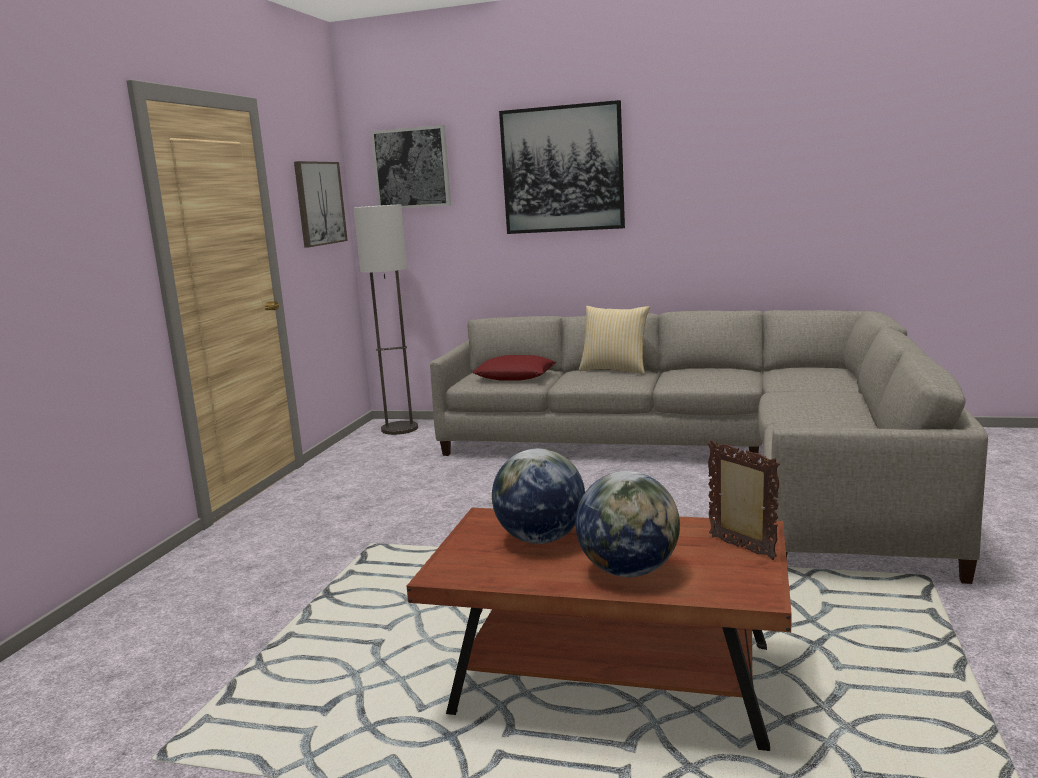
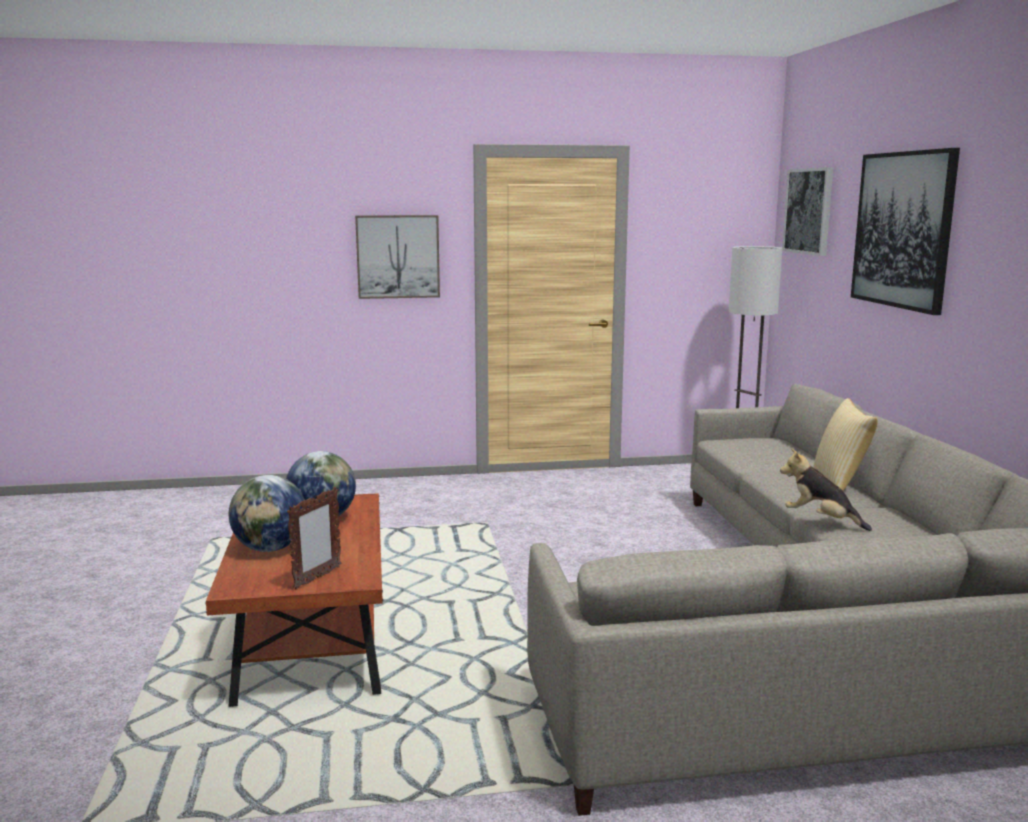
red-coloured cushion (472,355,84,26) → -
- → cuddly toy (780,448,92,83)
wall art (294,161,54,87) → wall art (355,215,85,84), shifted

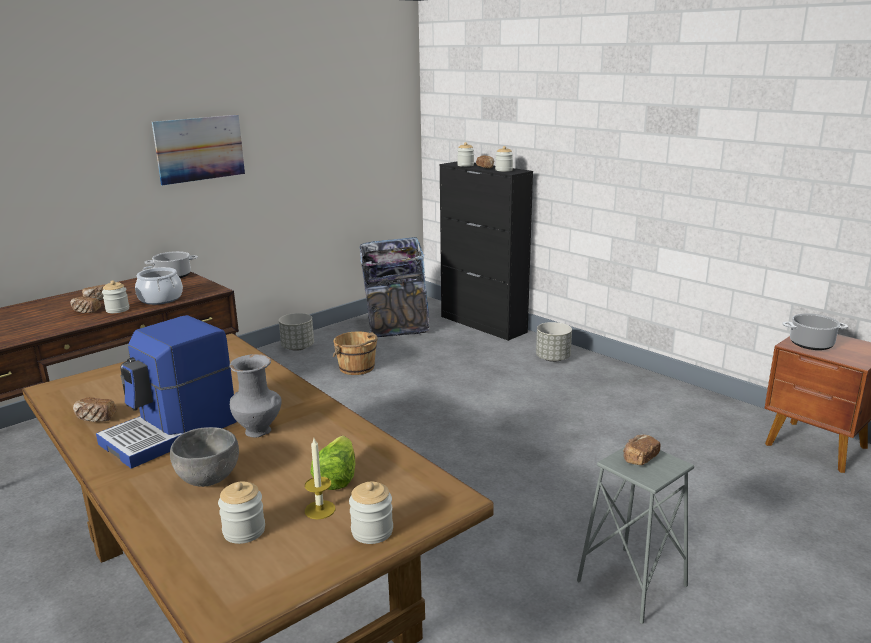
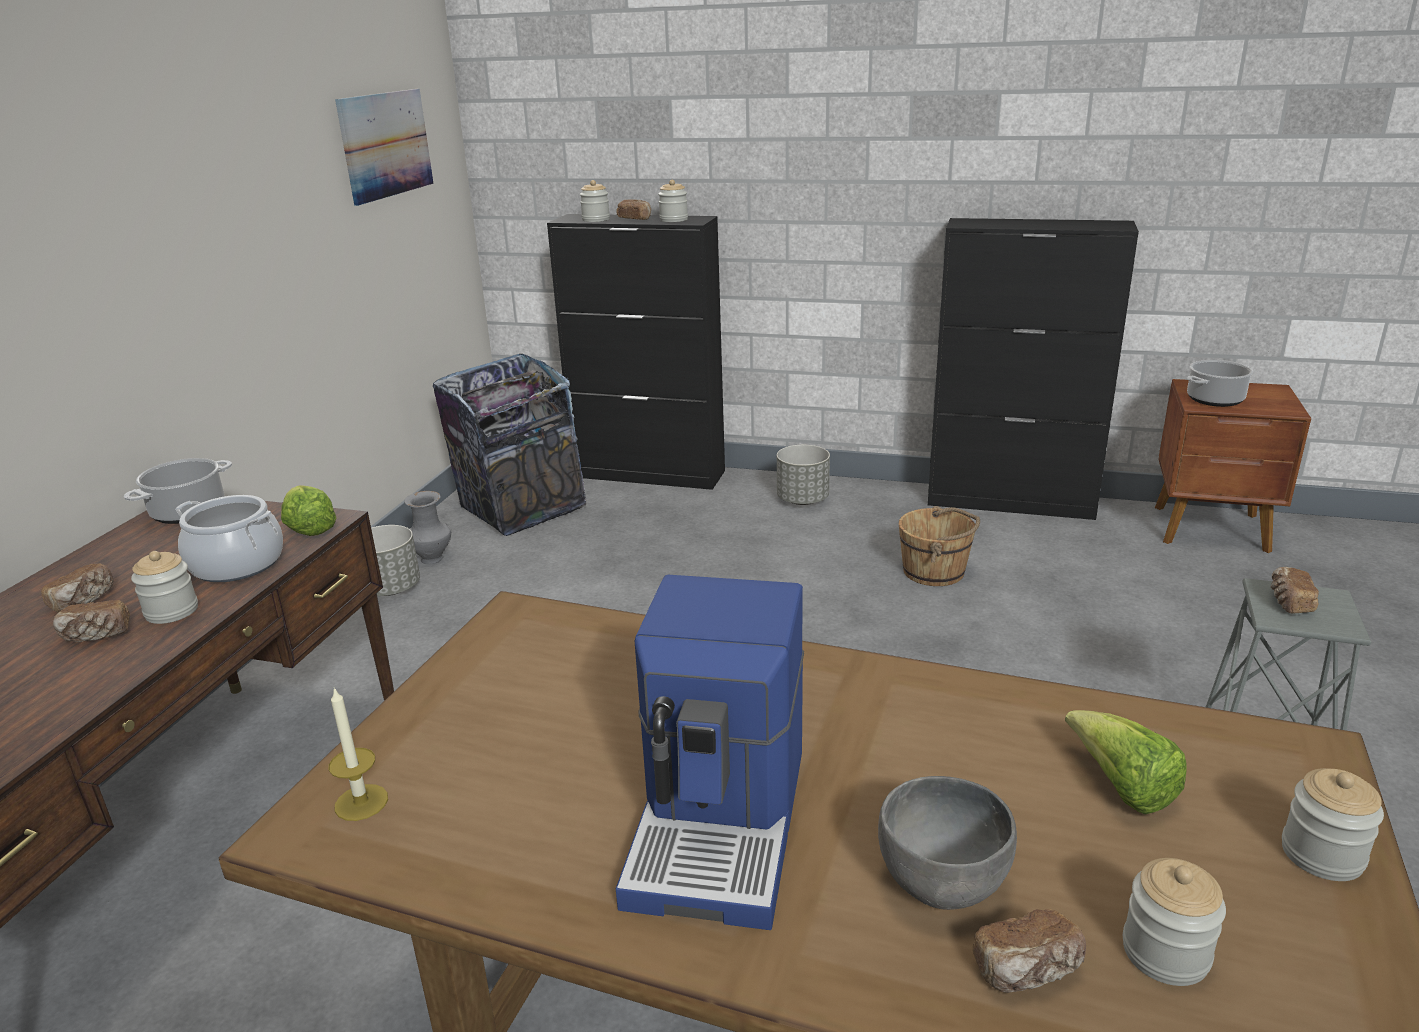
- → lettuce head (281,485,56,51)
- → black-coloured cabinet (928,218,211,302)
bakery bread (73,397,44,25) → bakery bread (973,909,113,84), shifted
wall art (152,115,93,70) → wall art (335,89,99,117), shifted
gray vase (229,354,53,83) → gray vase (404,491,47,73), shifted
candle (305,438,31,82) → candle (329,688,59,133), shifted
brown-coloured bucket (333,331,44,44) → brown-coloured bucket (899,506,81,80), shifted

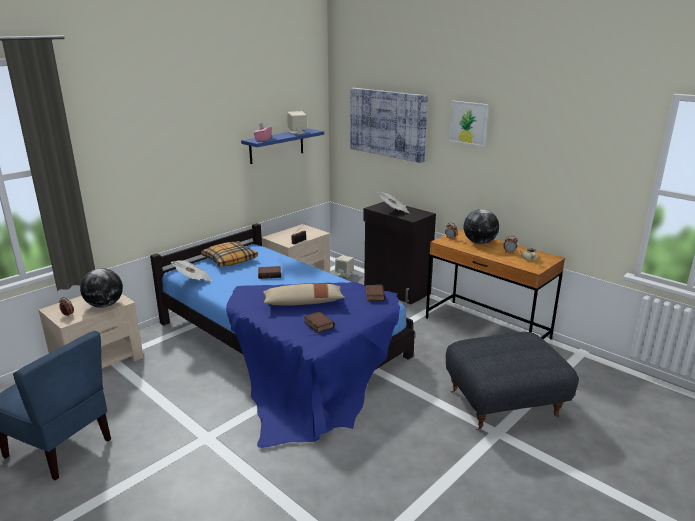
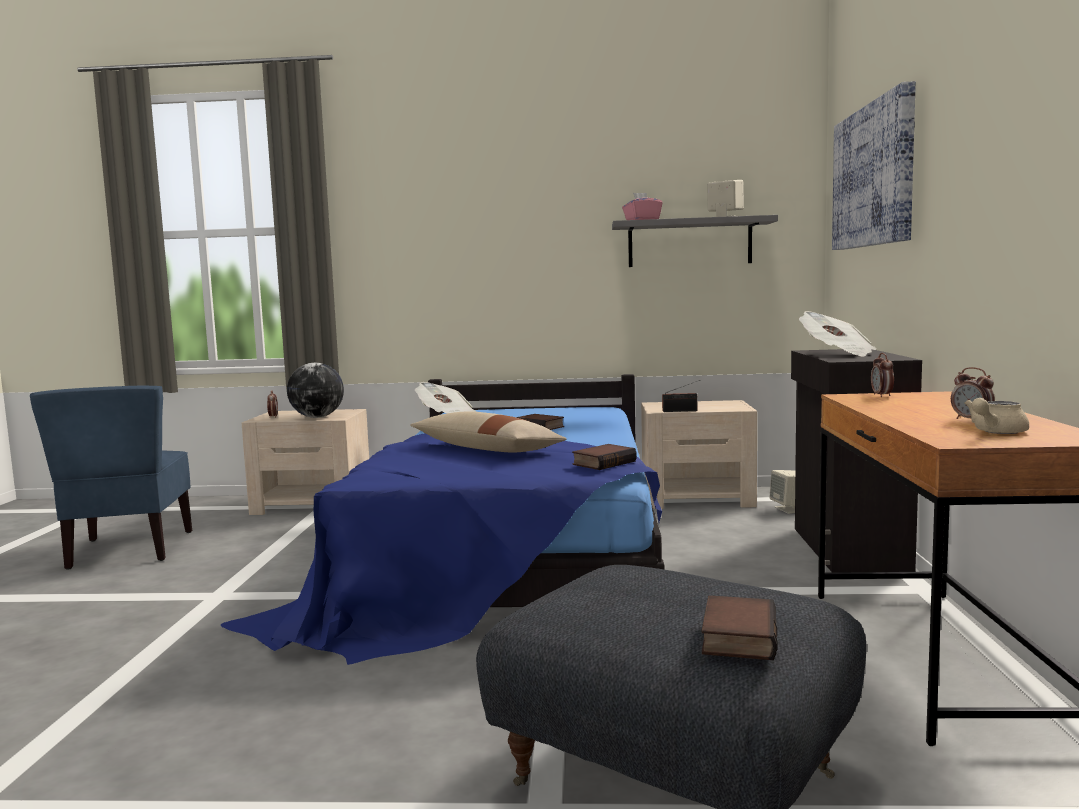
cushion (201,241,57,26) → -
wall art (449,101,40,46) → -
world globe (464,209,35,35) → -
volume (304,311,31,22) → volume (702,595,76,65), shifted
blue shelf (241,129,83,35) → gray shelf (612,215,166,52)

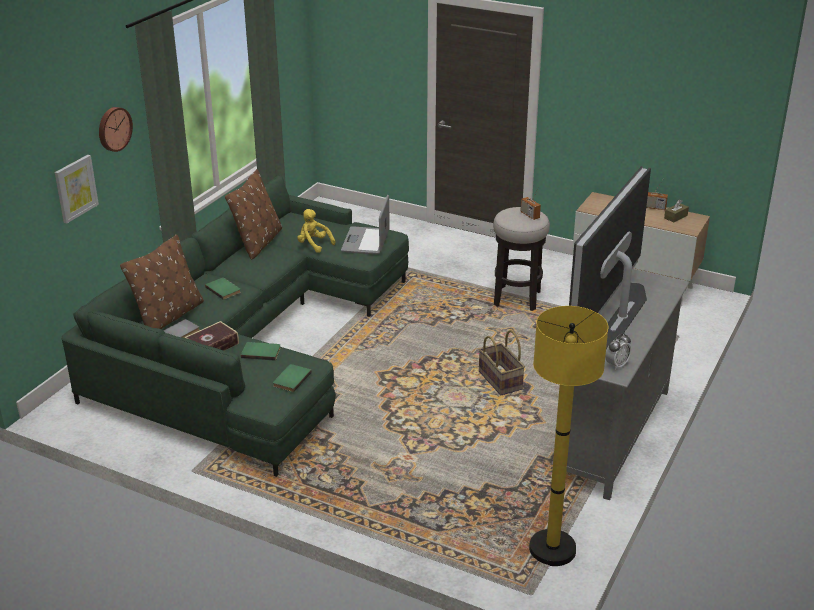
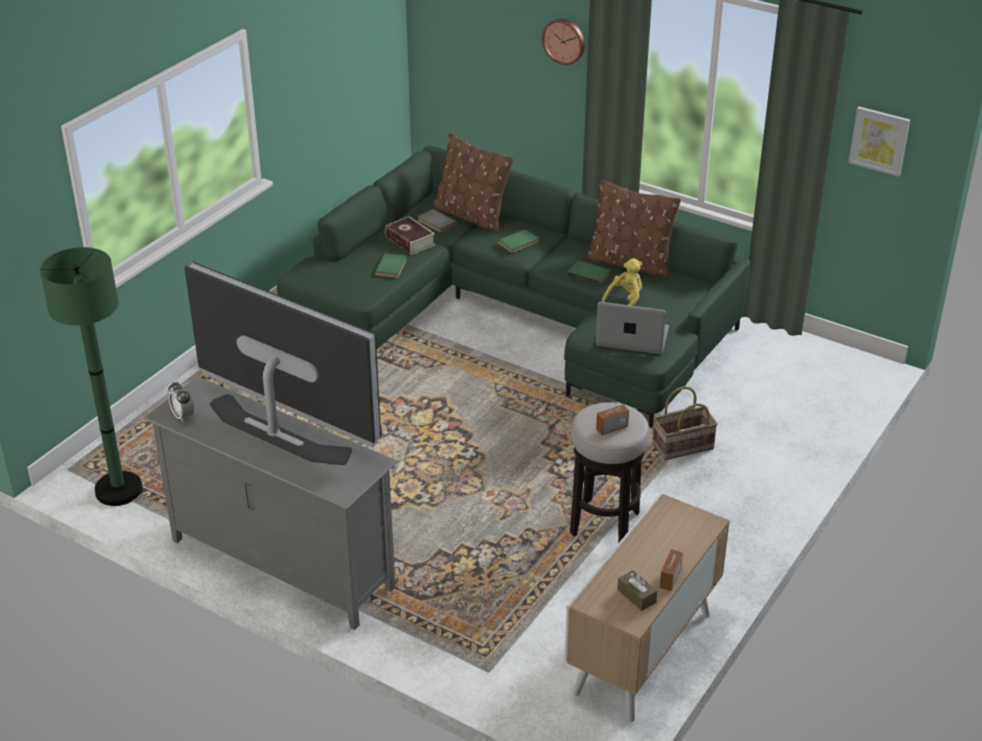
wall art (55,155,44,69) → wall art (848,107,62,70), shifted
green volume (273,364,39,28) → green volume (567,261,43,24), shifted
basket (479,330,46,65) → basket (652,386,66,74), shifted
yellow-coloured standard lamp (529,306,79,260) → green standard lamp (40,247,103,259)

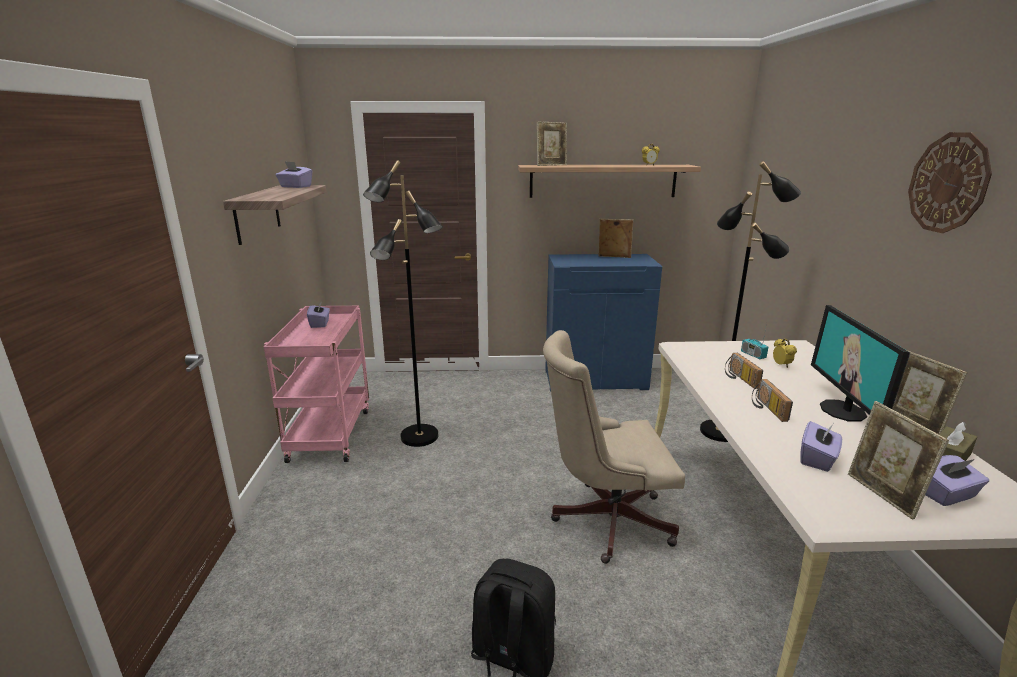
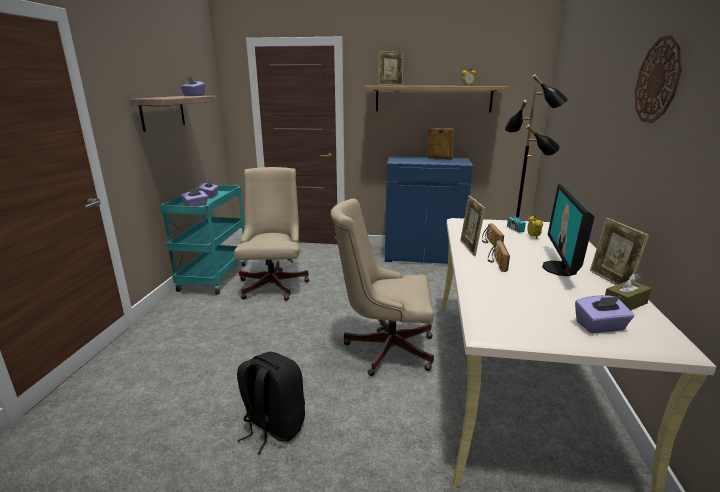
purple-coloured tissue holder (800,421,42,51) → purple-coloured tissue holder (181,188,27,19), shifted
standing frame (848,401,101,119) → standing frame (460,195,25,61), shifted
black-coloured standard lamp (363,160,80,287) → beige computer chair (234,167,75,134)
pink-coloured wheeled cart (264,306,105,157) → turquoise wheeled cart (160,185,87,110)

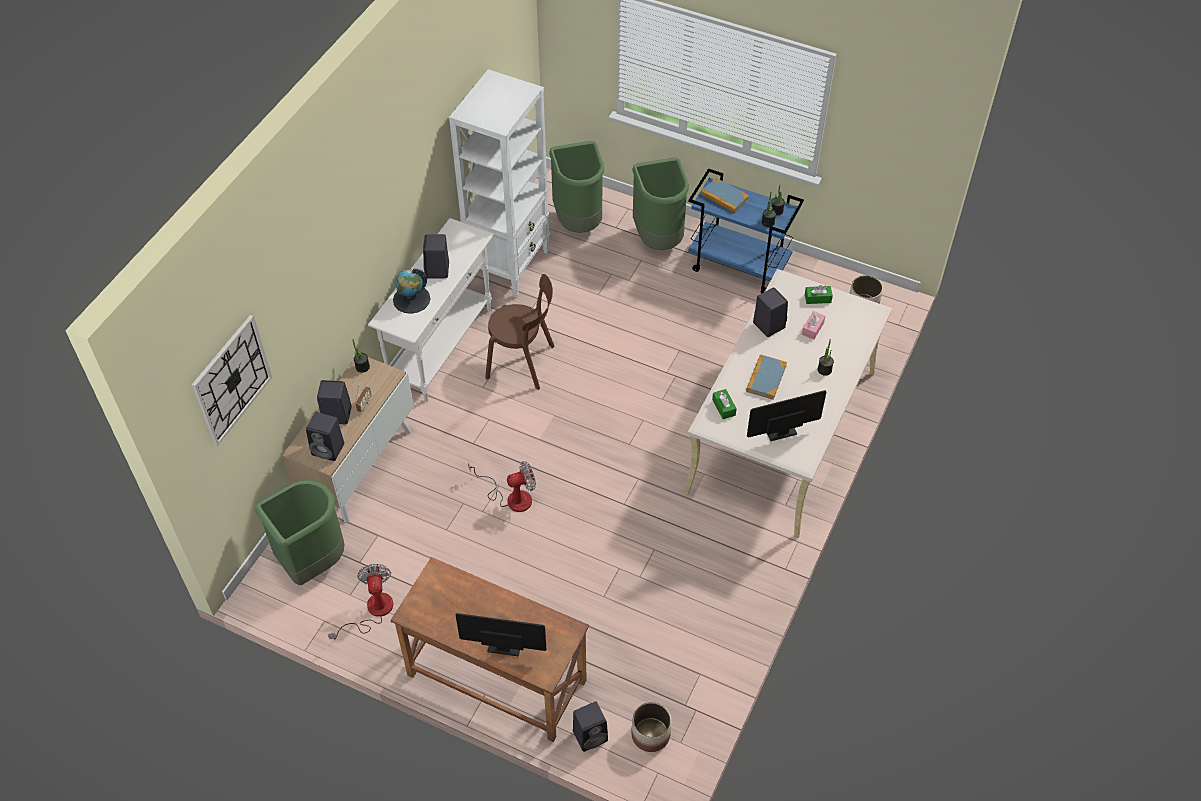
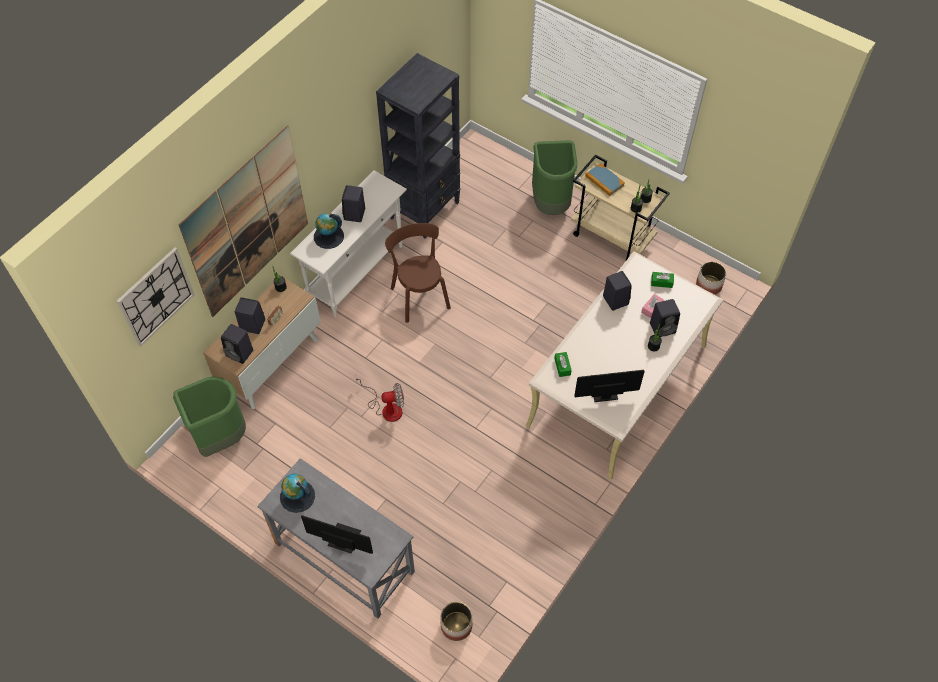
fan (328,564,65,76) → -
green waste bin (549,141,55,92) → -
volume (746,354,41,46) → -
- → wall art (179,126,129,191)
- → world globe (280,474,35,39)
black-coloured speaker (573,701,35,51) → black-coloured speaker (650,299,30,38), shifted
brown-coloured desk unit (390,557,199,185) → gray desk unit (257,458,158,161)
white-coloured bookshelf (449,69,101,229) → black-coloured bookshelf (376,53,85,185)
blue wheeled cart (688,168,116,126) → beige wheeled cart (571,154,99,108)
brown-coloured chair (485,274,69,116) → brown-coloured chair (385,223,66,100), 135 degrees counterclockwise

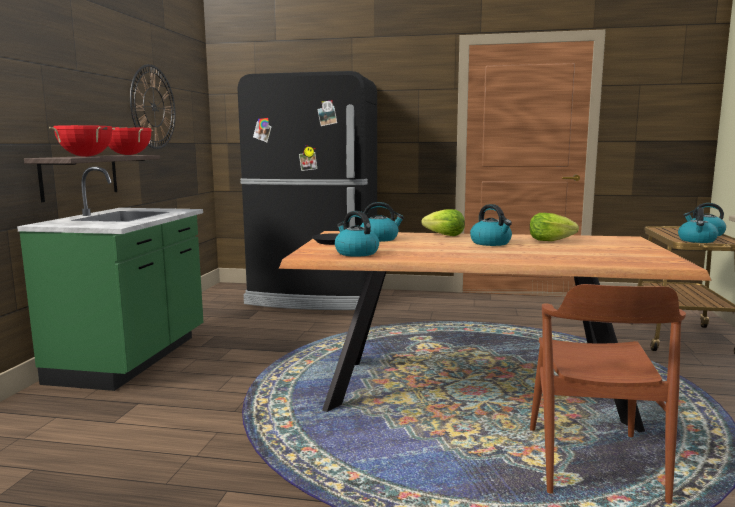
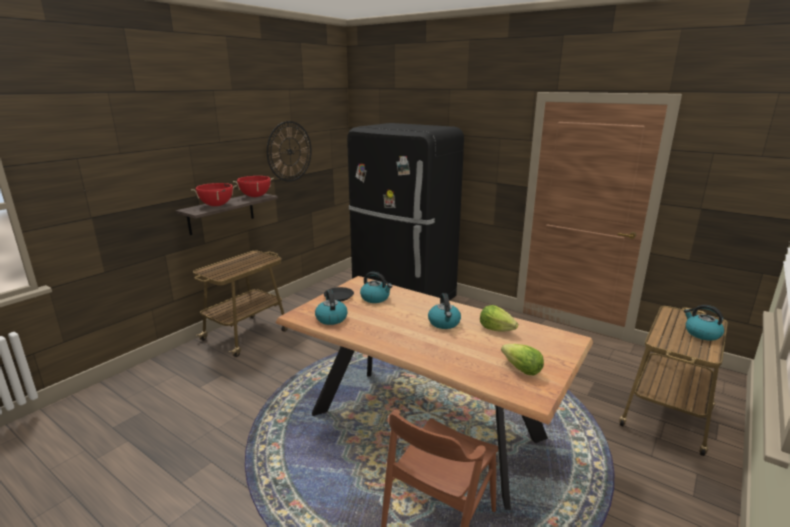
tea kettle (678,207,40,36) → -
lettuce head (421,209,44,27) → lettuce head (501,344,43,31), shifted
green kitchen counter (17,167,186,224) → wheeled cart (193,251,95,106)

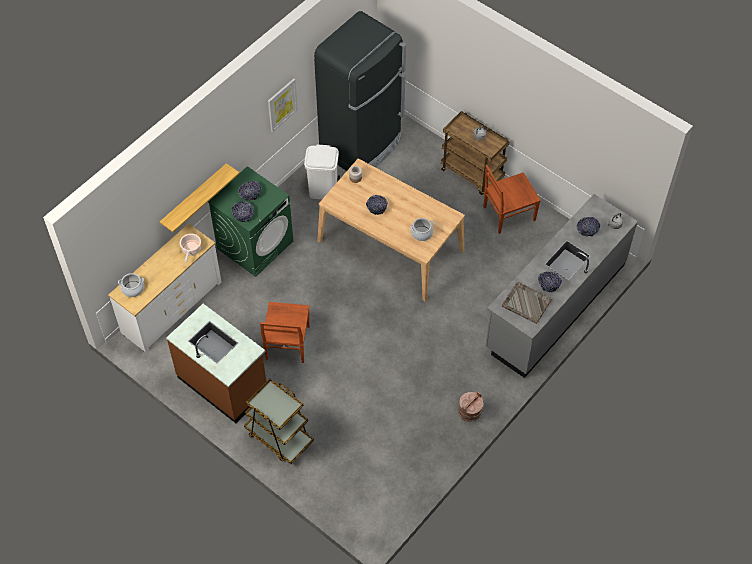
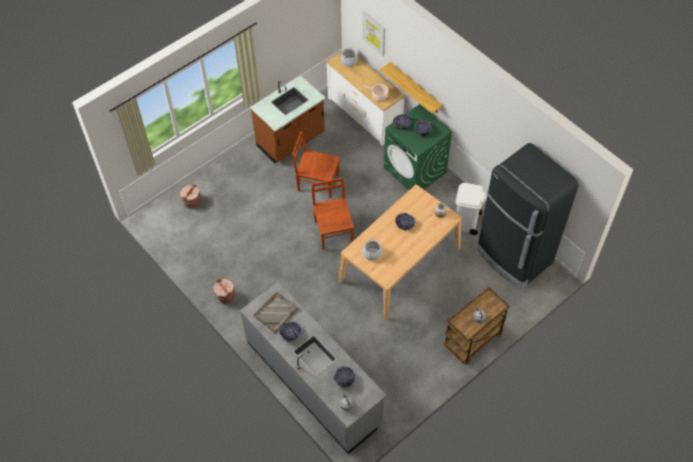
brown-coloured wheeled cart (244,379,70,85) → -
- → brown-coloured bucket (180,184,21,25)
wall art (268,78,30,54) → wall art (362,12,23,45), shifted
brown-coloured chair (483,165,58,69) → brown-coloured chair (312,177,42,73), shifted

